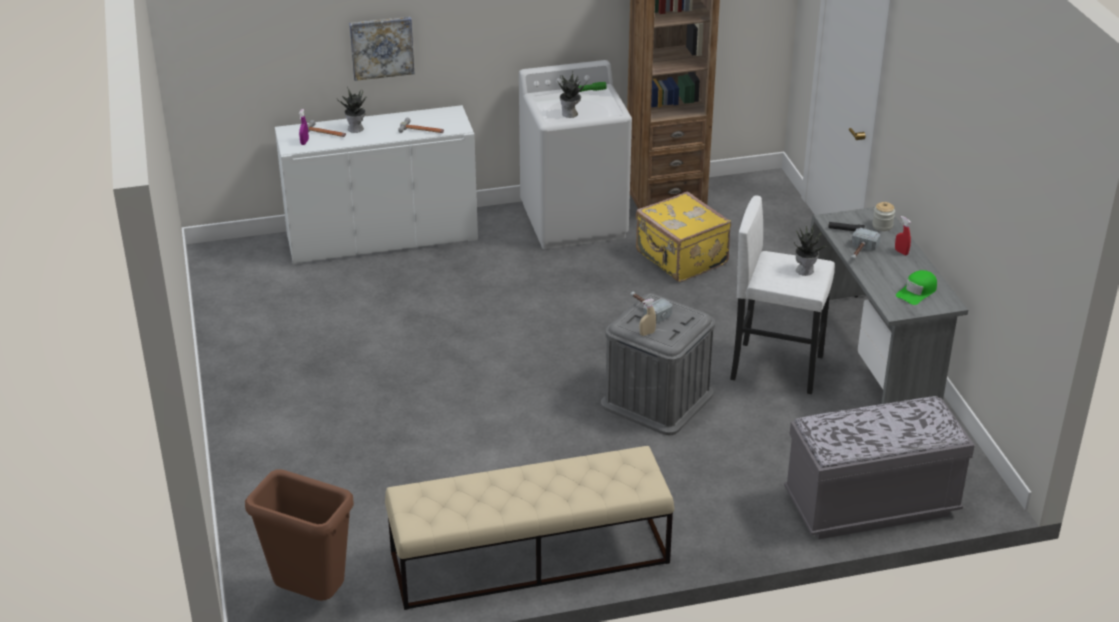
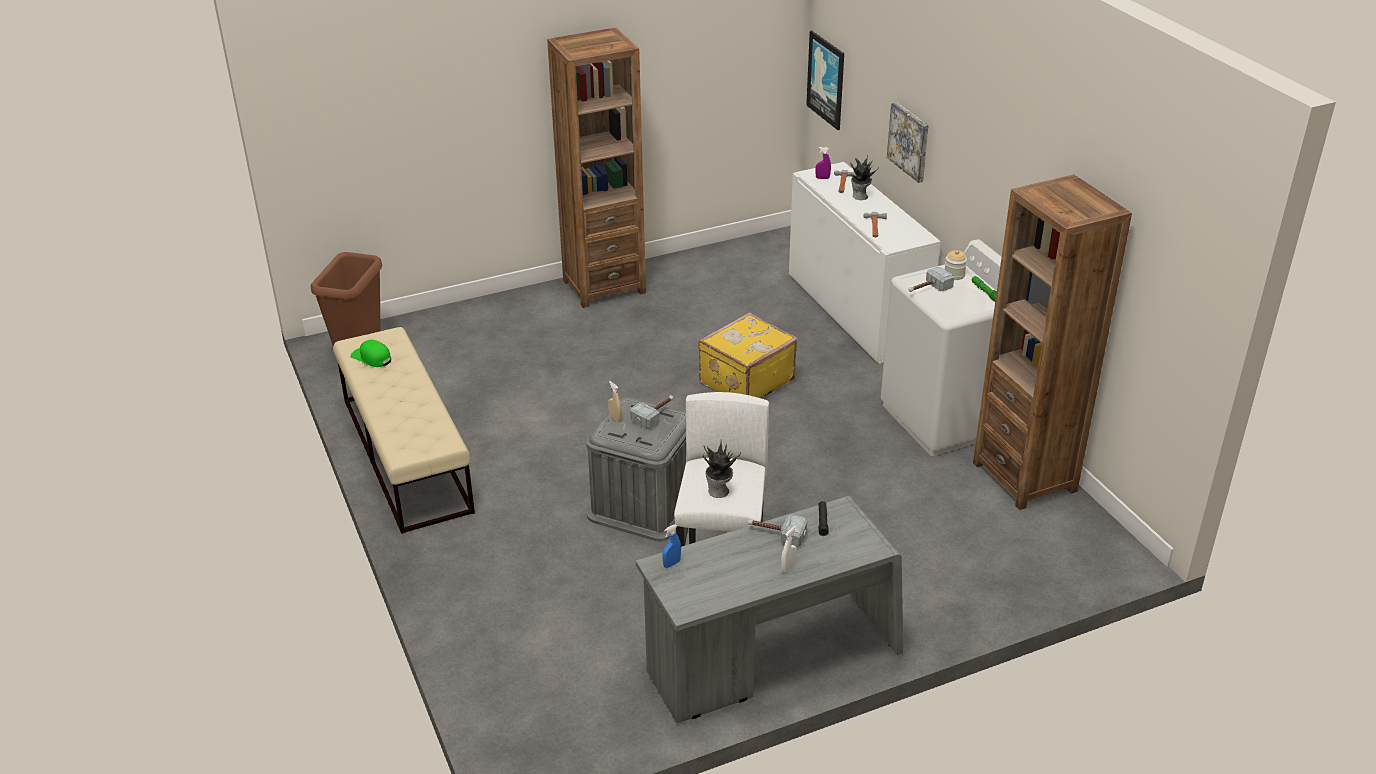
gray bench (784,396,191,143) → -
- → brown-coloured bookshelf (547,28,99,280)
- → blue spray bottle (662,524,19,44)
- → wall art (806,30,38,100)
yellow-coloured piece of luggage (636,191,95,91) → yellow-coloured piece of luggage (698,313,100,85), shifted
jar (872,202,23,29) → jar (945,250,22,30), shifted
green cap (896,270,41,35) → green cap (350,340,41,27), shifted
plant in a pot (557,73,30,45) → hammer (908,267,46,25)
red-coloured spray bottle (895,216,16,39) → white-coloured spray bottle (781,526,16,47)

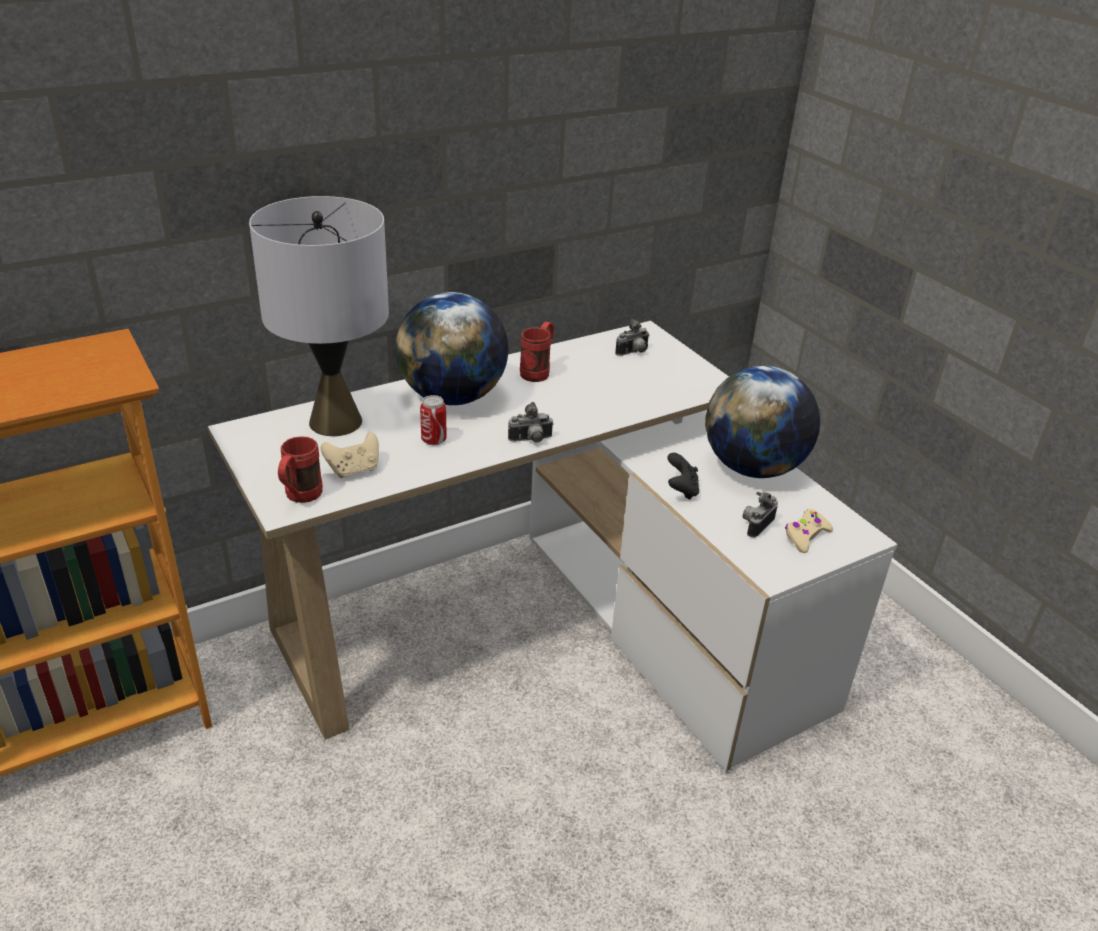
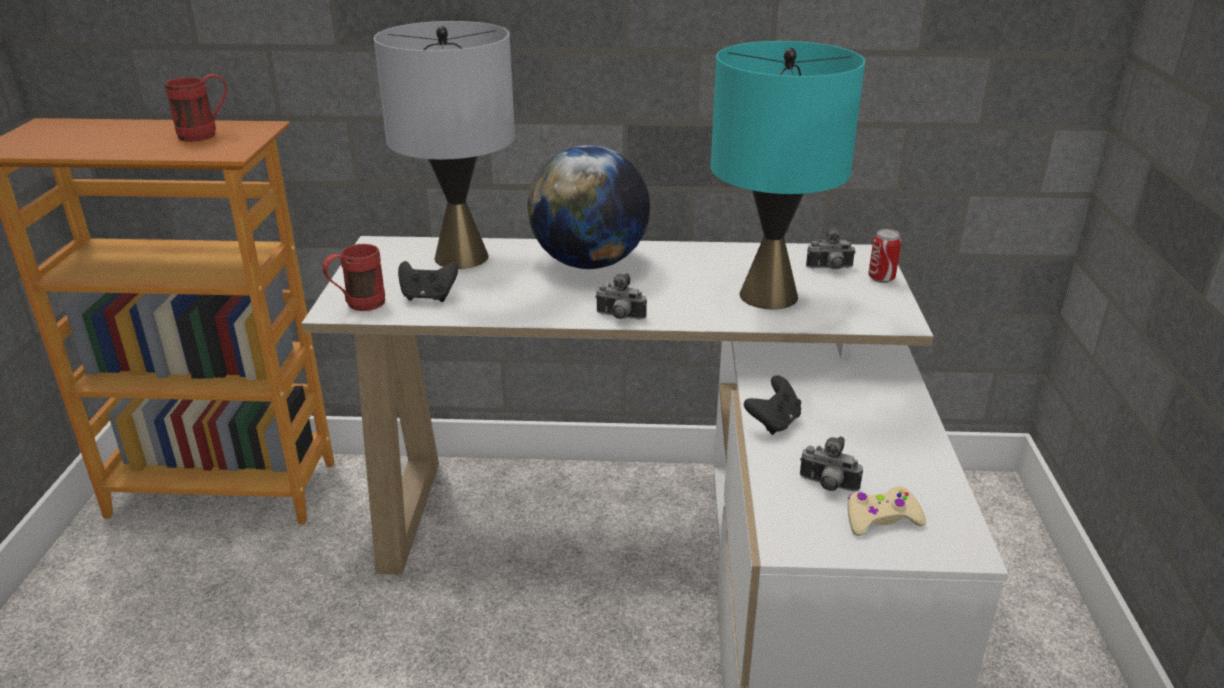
world globe (705,366,115,112) → -
- → turquoise table lamp (711,41,154,268)
can (420,395,27,50) → can (868,229,33,54), shifted
red-coloured tea mug (520,322,34,60) → red-coloured tea mug (165,74,62,68), shifted
beige joypad (321,432,58,46) → black-coloured joypad (398,261,60,41)
photo camera (743,492,35,46) → photo camera (800,436,63,56), 135 degrees counterclockwise

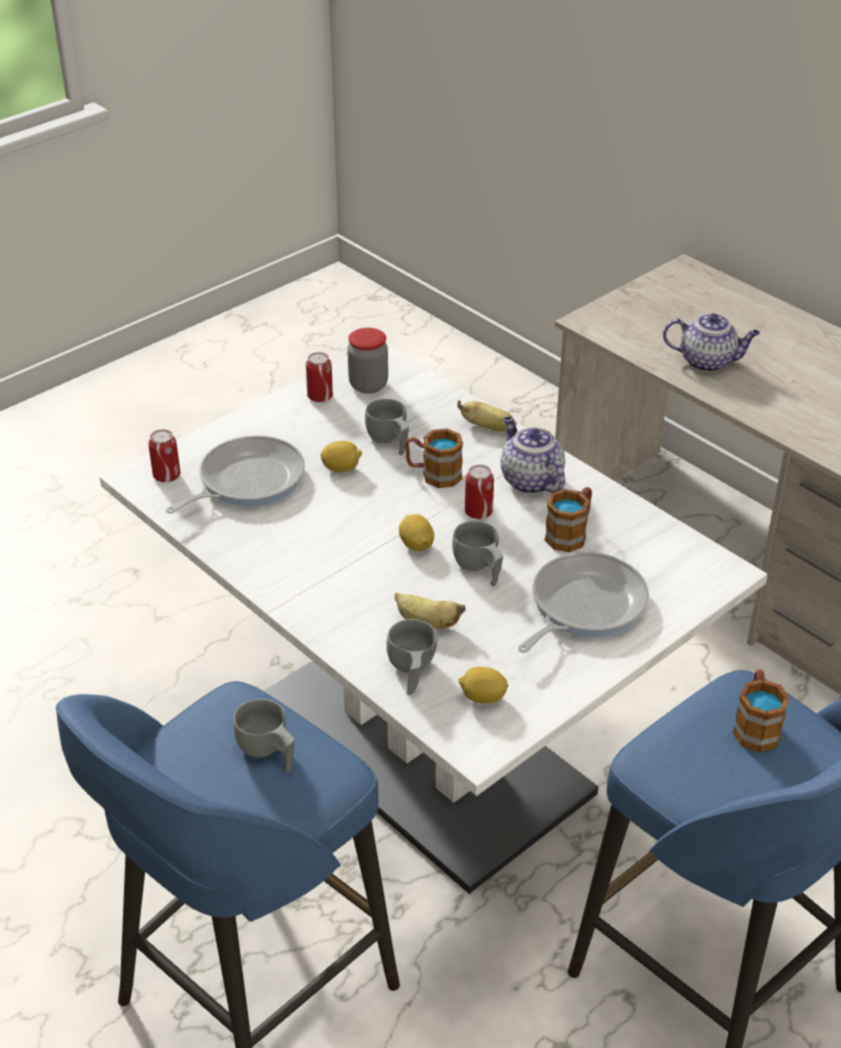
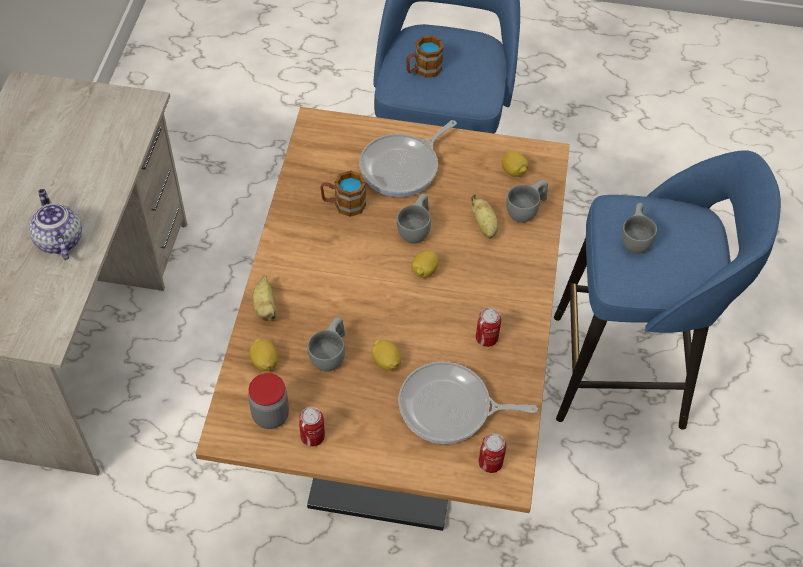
tea mug (405,428,58,60) → -
tea pot (501,417,64,77) → -
- → whole lemon (250,338,28,33)
can (465,465,29,54) → can (475,308,26,39), shifted
white-coloured dining table (100,343,668,551) → brown-coloured dining table (195,107,375,424)
frying pan (518,552,131,101) → frying pan (359,120,98,77), 45 degrees counterclockwise

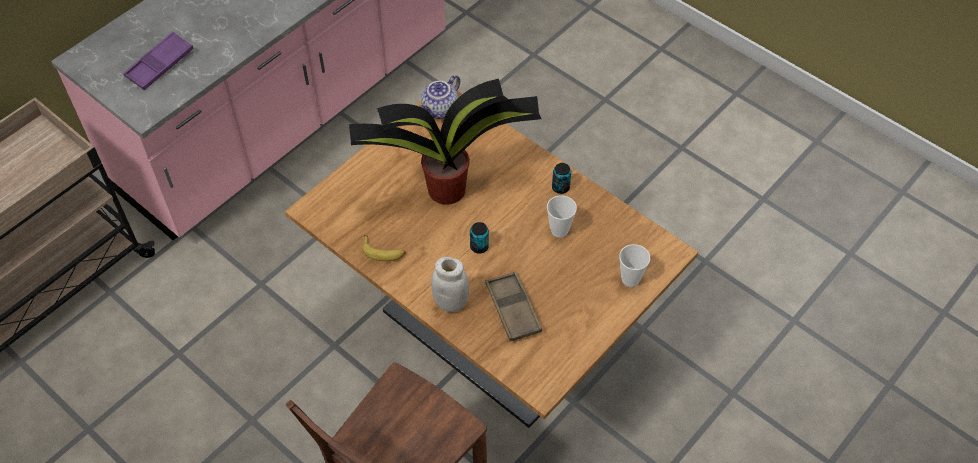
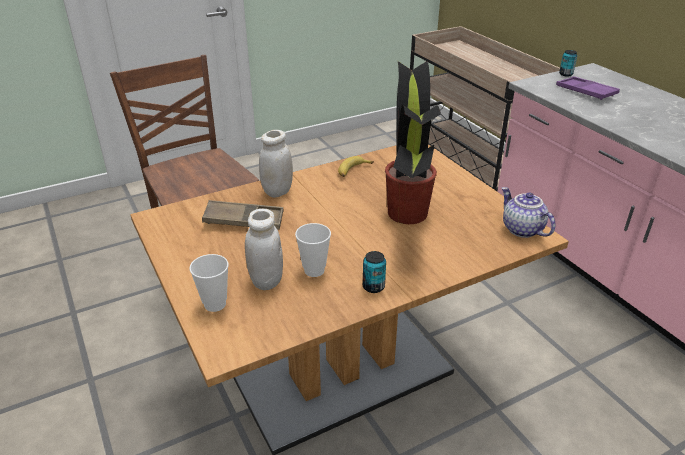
- → white-coloured jar (245,209,38,81)
can (470,222,19,32) → can (559,50,18,27), shifted

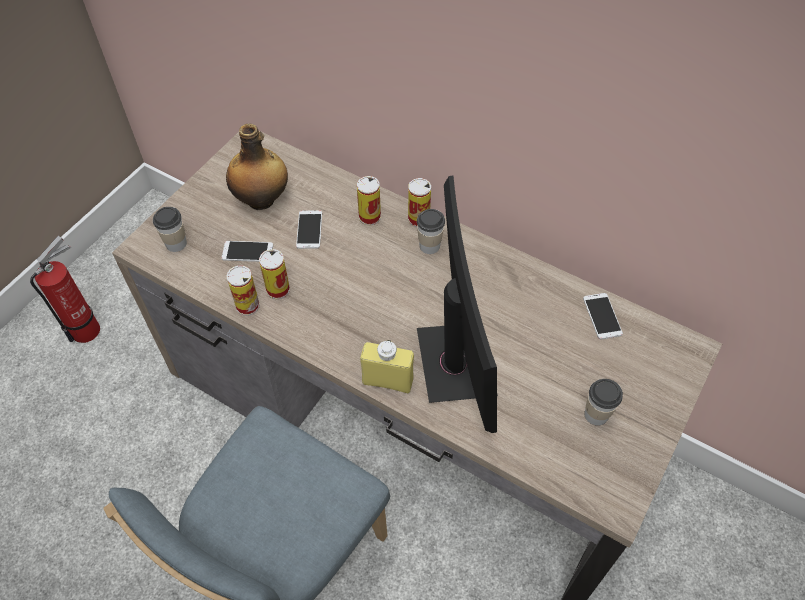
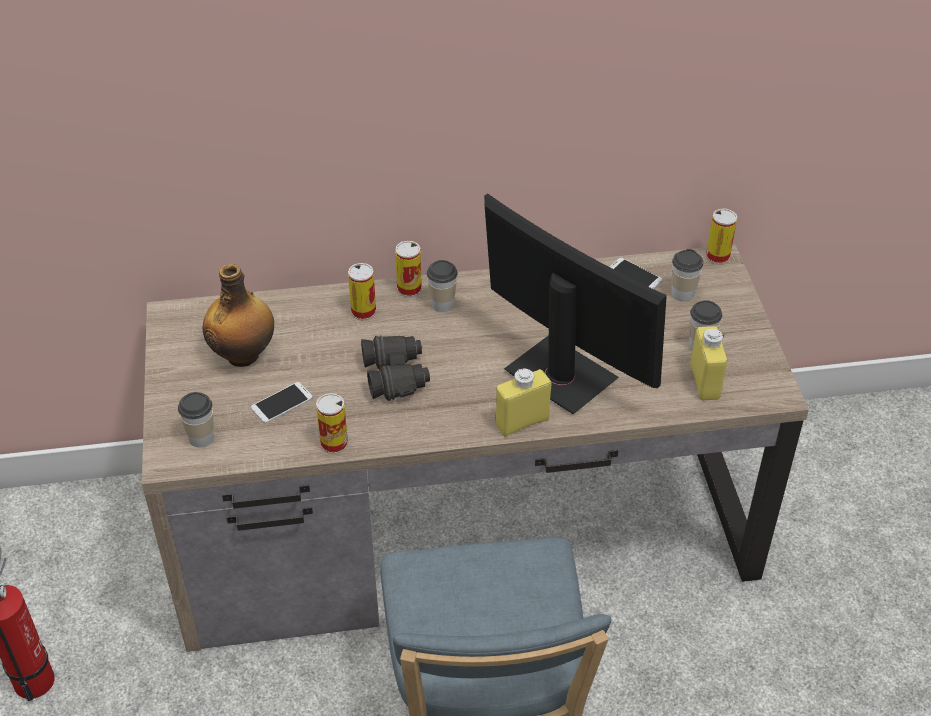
phone (296,211,26,38) → -
- → black-coloured field glasses (361,335,69,66)
- → drinking cup (671,249,32,52)
- → yellow-coloured drink bottle (690,326,37,74)
can (259,249,31,50) → can (706,209,31,55), shifted

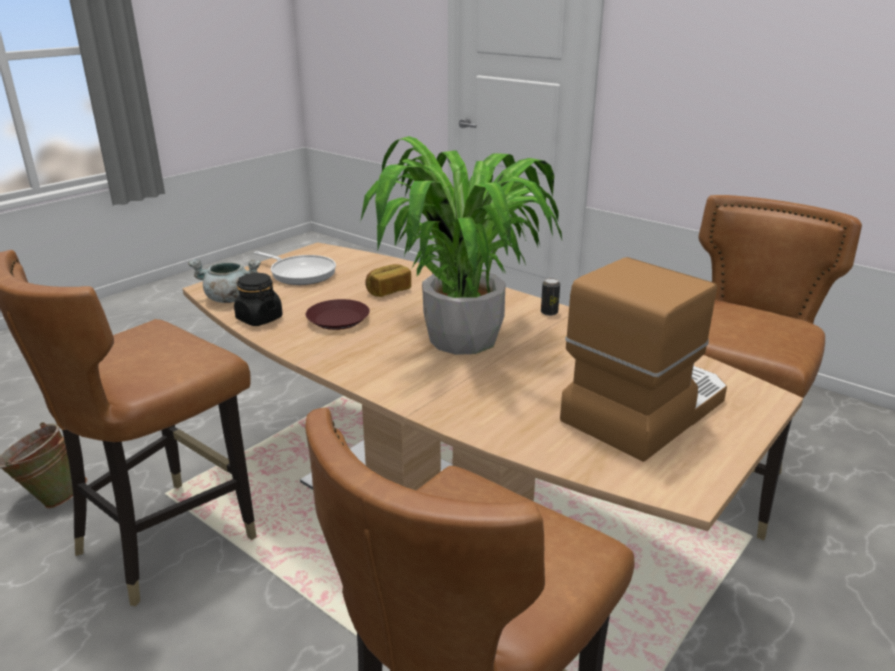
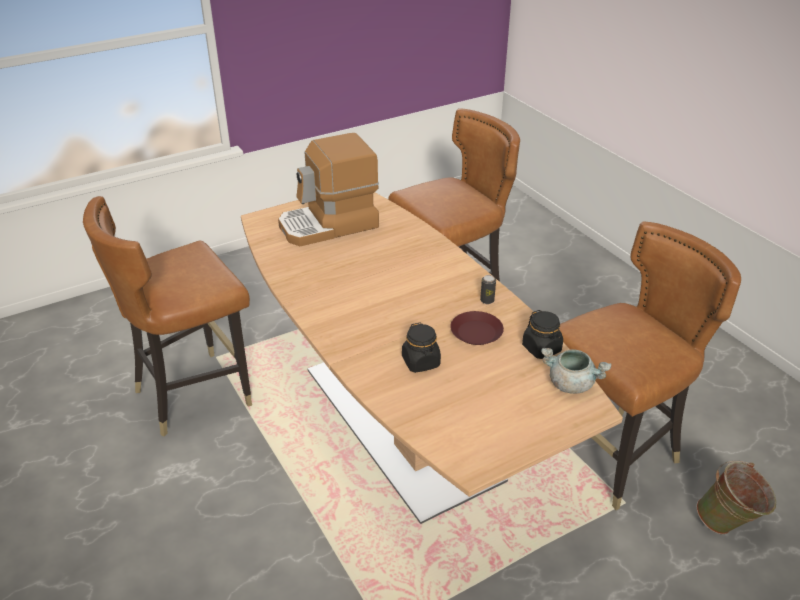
frying pan (254,251,82,34) → -
plant in a pot (360,136,202,219) → -
can (541,278,19,38) → can (480,275,16,29), shifted
bakery bread (365,264,46,33) → black-coloured jar (402,323,39,50)

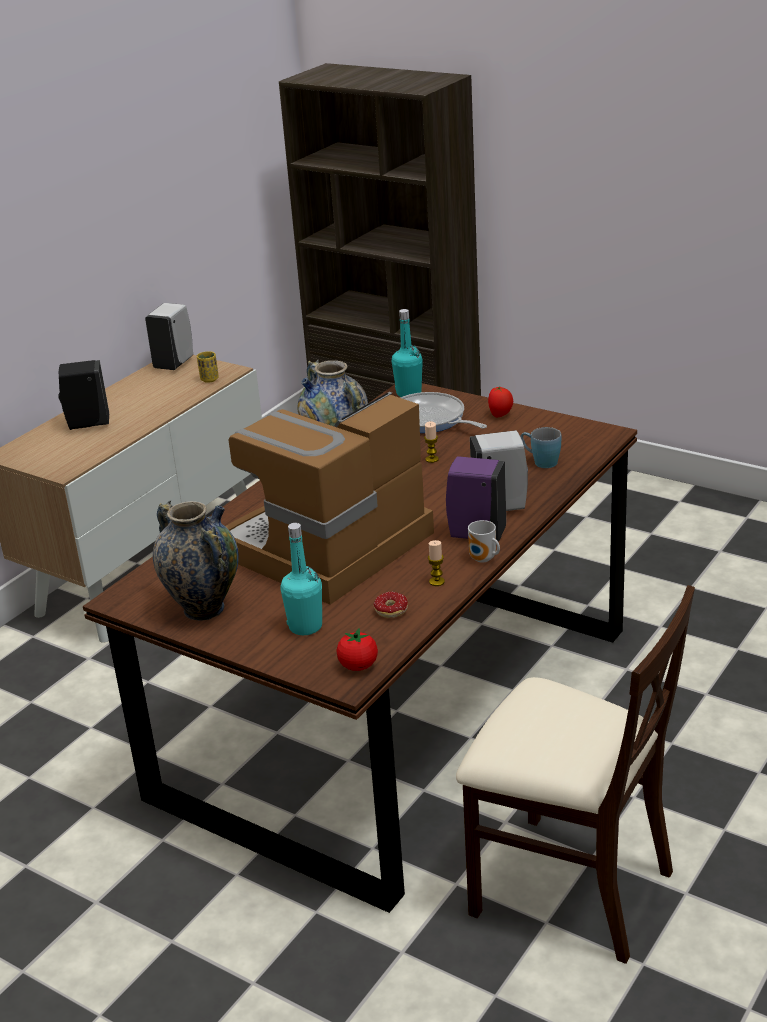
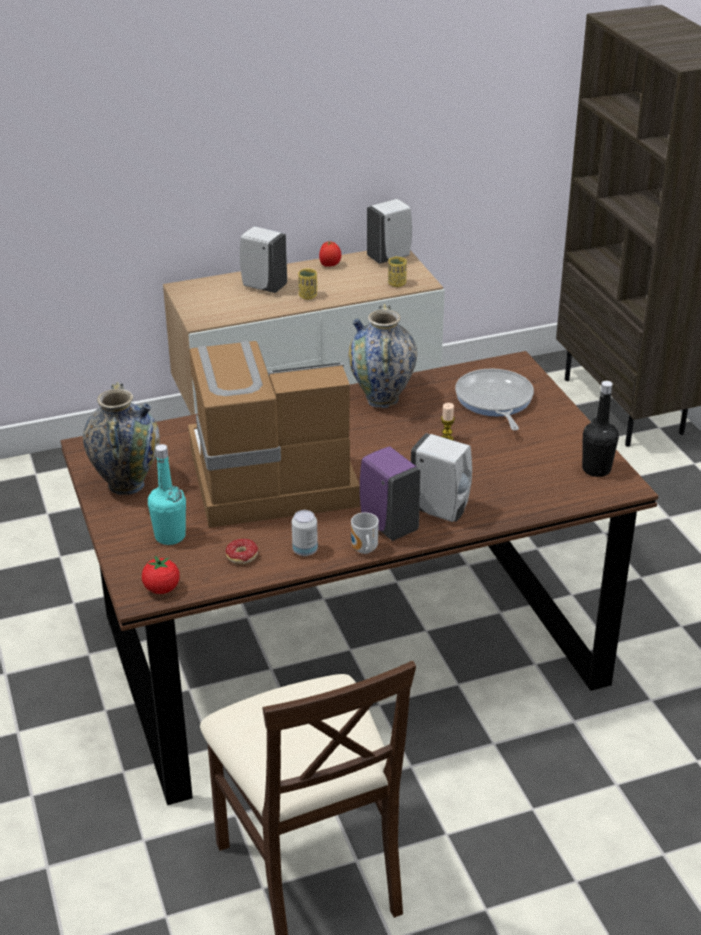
turquoise drink bottle (392,309,31,88) → -
blue tea mug (520,427,41,41) → -
- → yellow-coloured drinking cup (298,268,19,32)
- → black-coloured drink bottle (582,381,37,96)
whole tomato (488,387,25,31) → whole tomato (319,242,22,25), shifted
candle (428,540,17,46) → can (292,510,26,46)
black-coloured liquid soap bottle (59,360,50,70) → white-coloured liquid soap bottle (240,226,47,67)

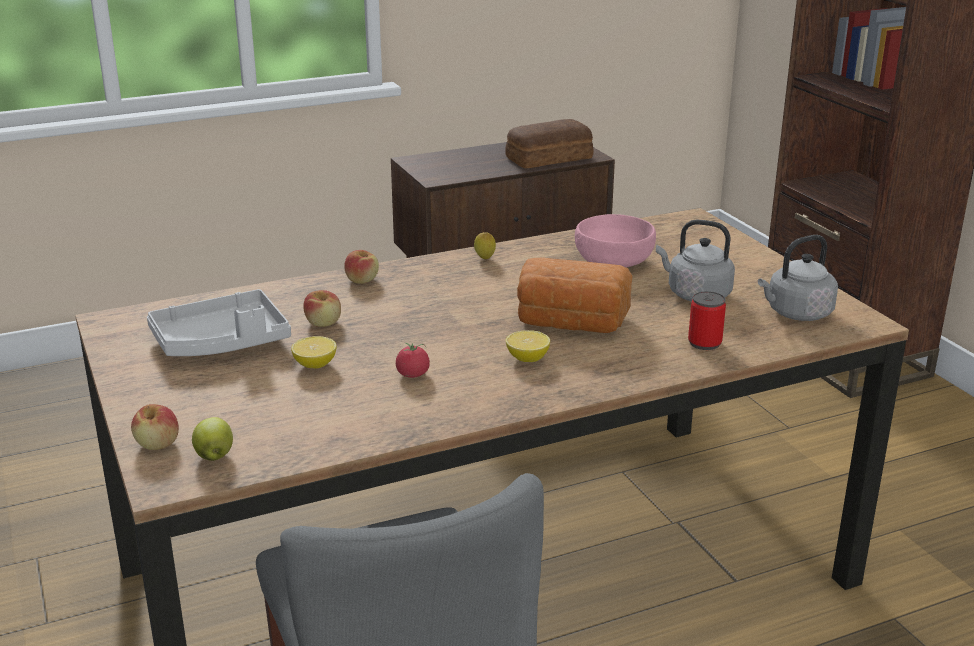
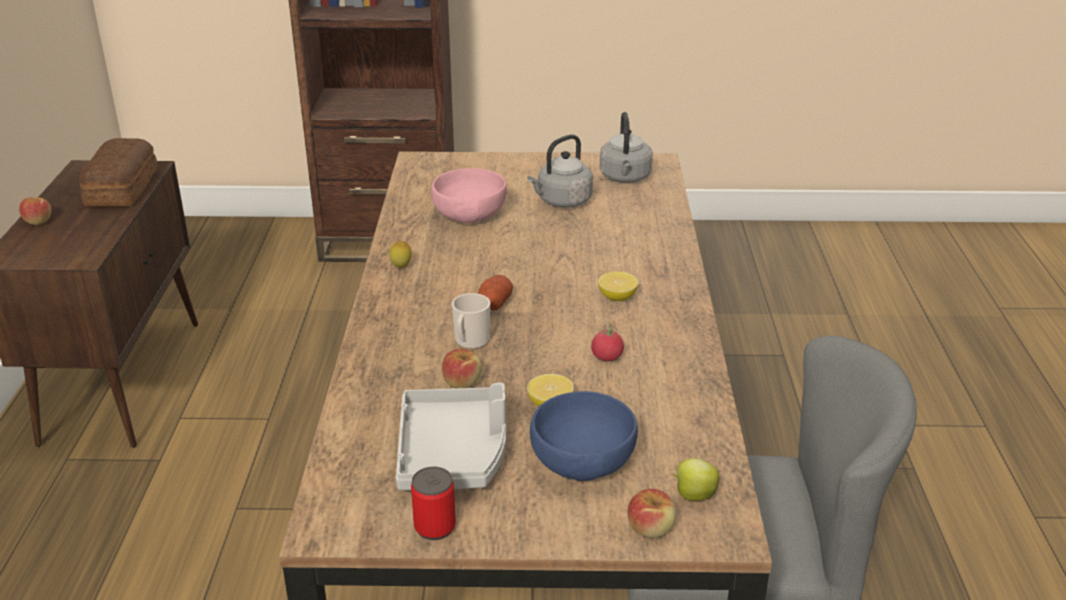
bakery bread (517,258,116,75) → -
- → tea mug (452,293,38,56)
- → potato (478,275,35,36)
- → blue bowl (530,391,108,90)
apple fruit (344,250,35,34) → apple fruit (19,197,32,28), shifted
can (688,291,38,59) → can (411,467,45,73), shifted

